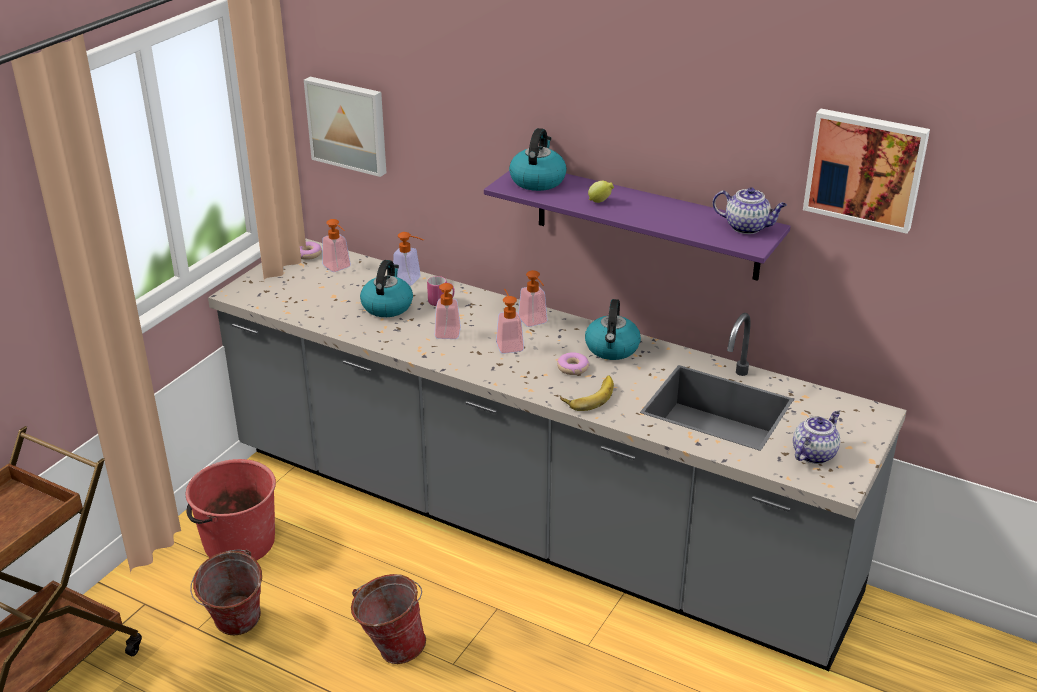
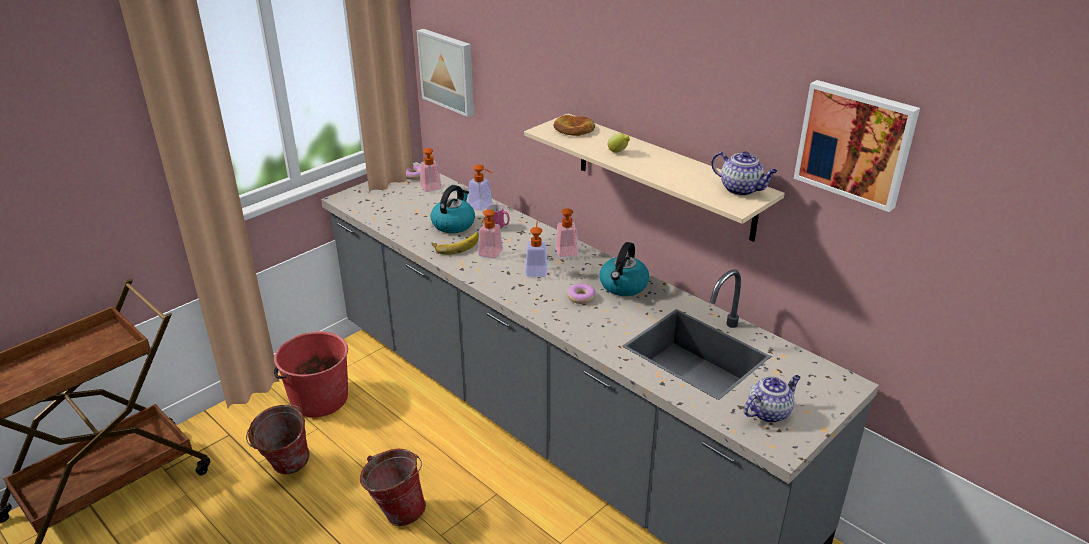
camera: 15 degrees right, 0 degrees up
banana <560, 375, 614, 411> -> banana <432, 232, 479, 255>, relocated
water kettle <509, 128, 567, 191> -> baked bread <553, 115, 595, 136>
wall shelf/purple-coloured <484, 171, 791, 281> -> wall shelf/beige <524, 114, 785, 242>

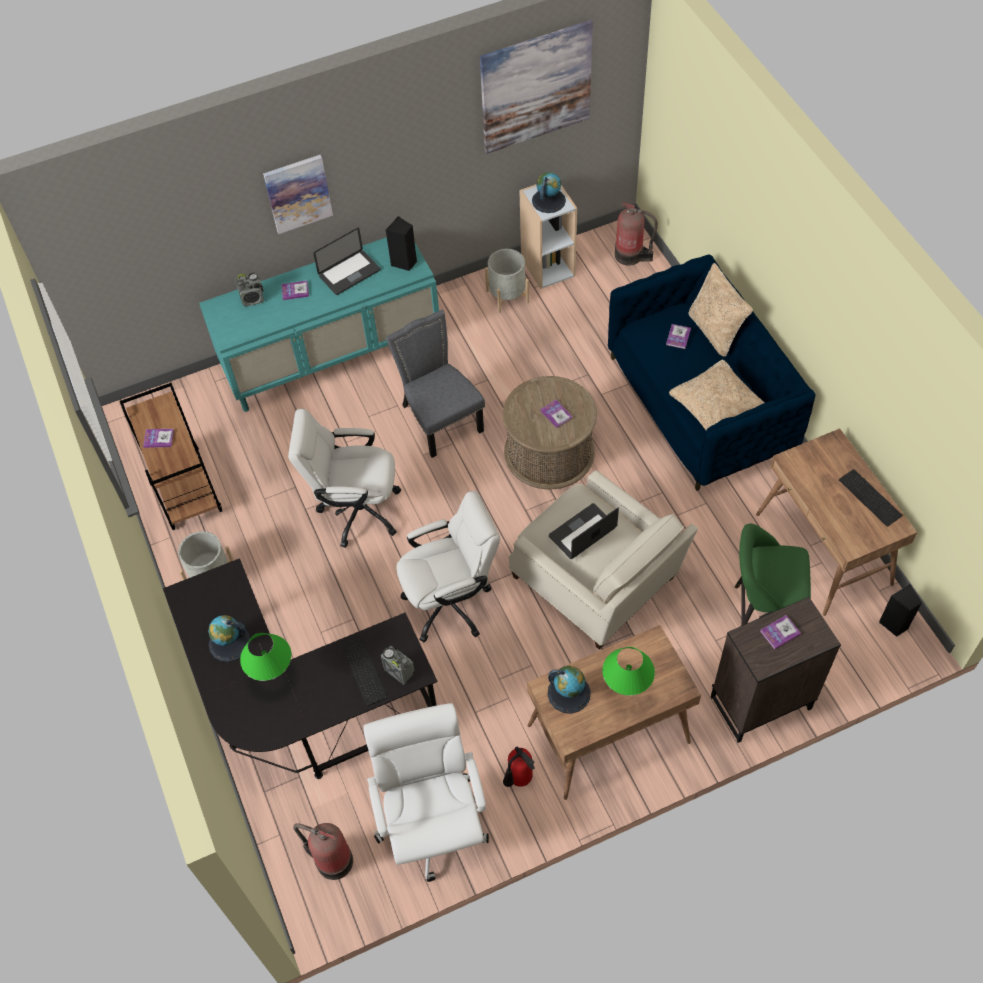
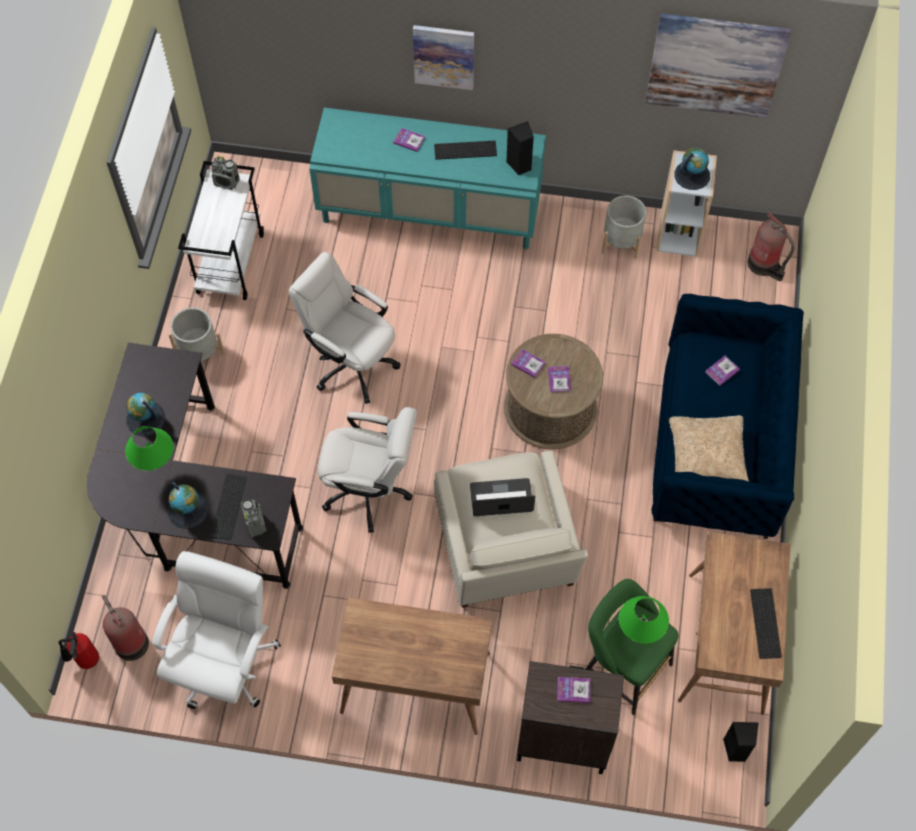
camera: 30 degrees right, 5 degrees up
chair/gray <386, 310, 485, 458> -> none
cushion/beige <688, 263, 753, 357> -> none
volume <143, 429, 174, 448> -> volume <511, 349, 546, 378>, relocated
radio <235, 272, 264, 307> -> radio <211, 156, 240, 190>, relocated
fire-fighting cylinder <503, 746, 535, 787> -> fire-fighting cylinder <59, 632, 99, 669>, relocated
desk globe <547, 666, 591, 714> -> desk globe <168, 482, 208, 529>, relocated
tabletop lamp/green <602, 647, 655, 695> -> tabletop lamp/green <619, 596, 669, 644>, relocated
notebook computer <313, 228, 380, 295> -> PC keyboard <434, 141, 497, 160>
cart/brown-coloured <120, 383, 222, 530> -> cart/whitish <178, 161, 264, 300>

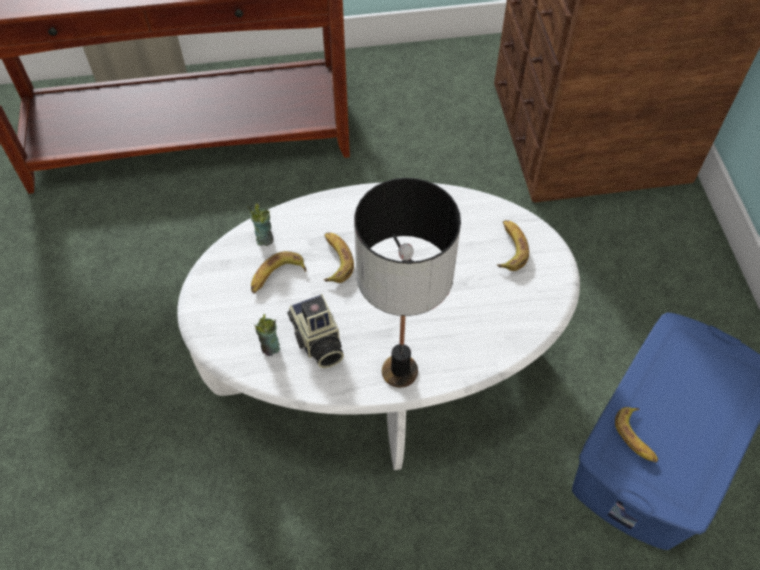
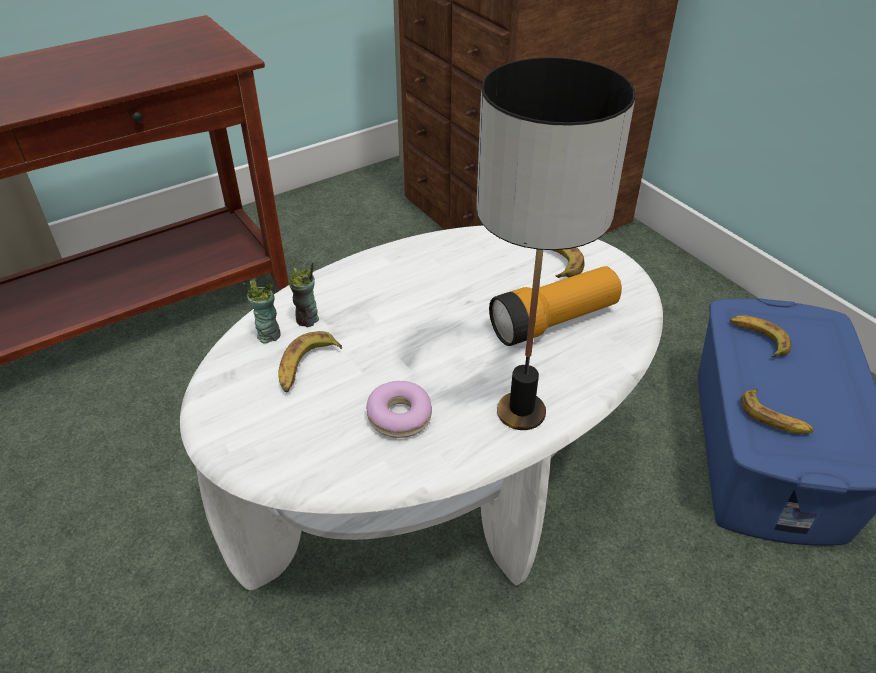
camera: 25 degrees left, 15 degrees down
none -> hand torch <489, 266, 622, 346>
small cup <255, 314, 280, 356> -> small cup <289, 262, 319, 327>, relocated
banana <323, 232, 354, 283> -> banana <730, 315, 791, 357>, relocated
photo camera <287, 294, 344, 368> -> donut <366, 381, 432, 438>

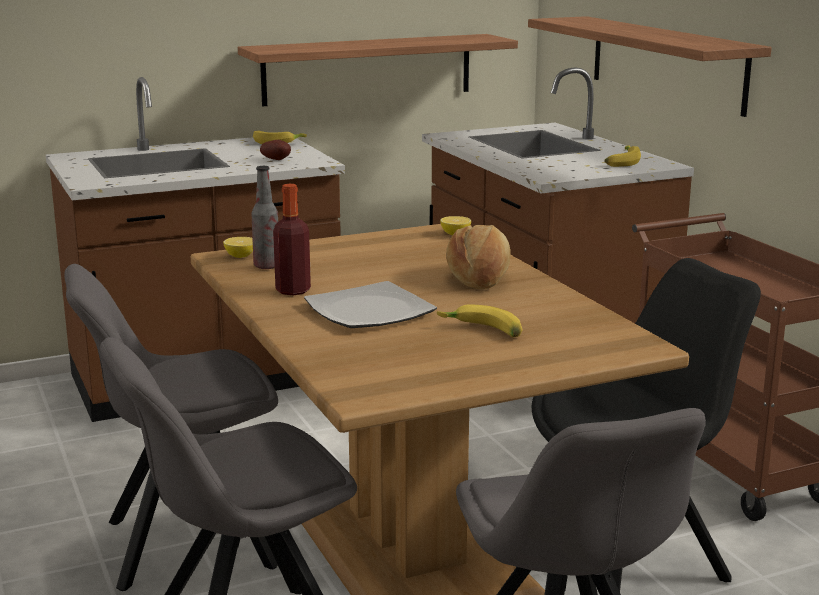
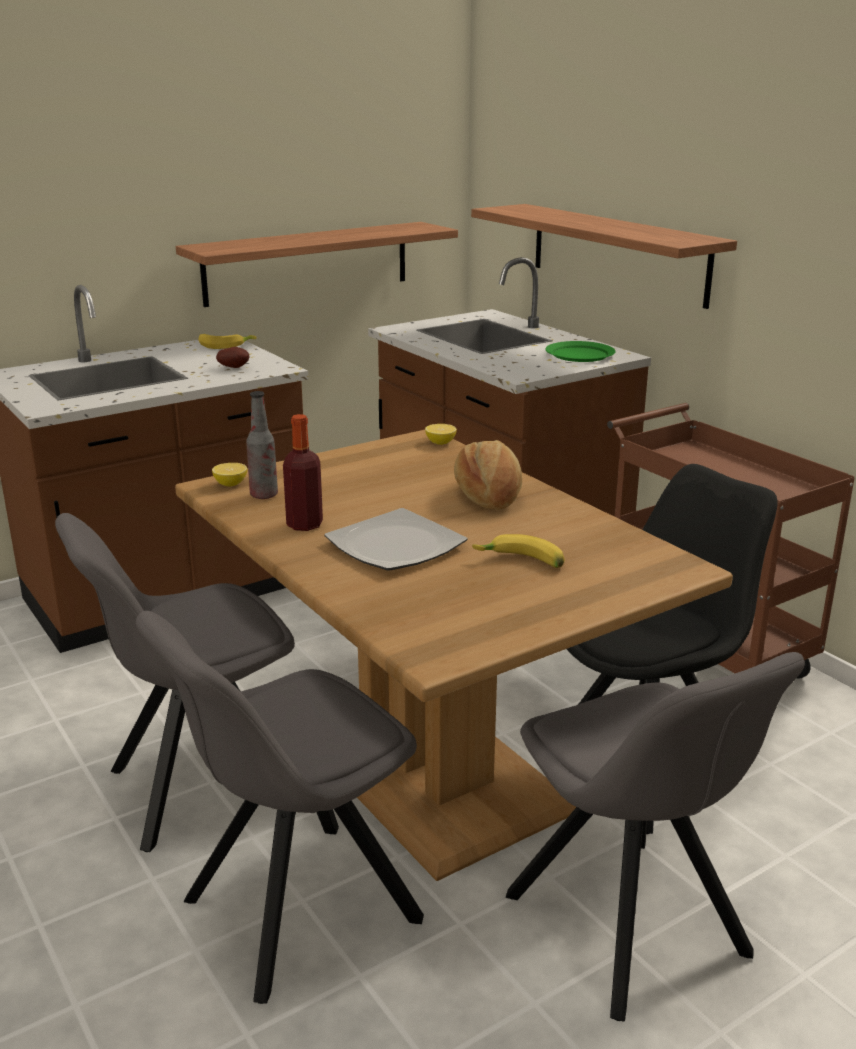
camera: 10 degrees left, 5 degrees up
banana <604, 145, 641, 167> -> dinner plate/green <545, 341, 616, 362>

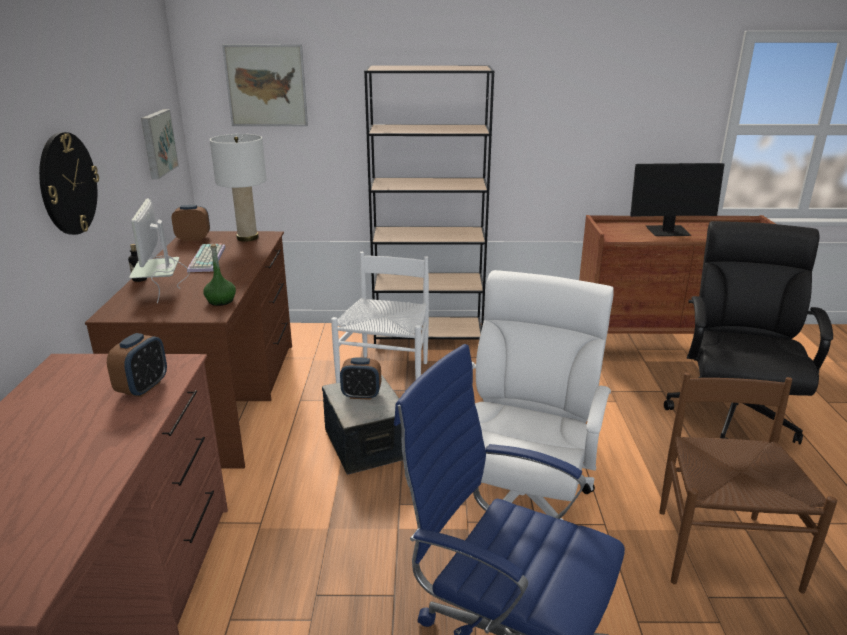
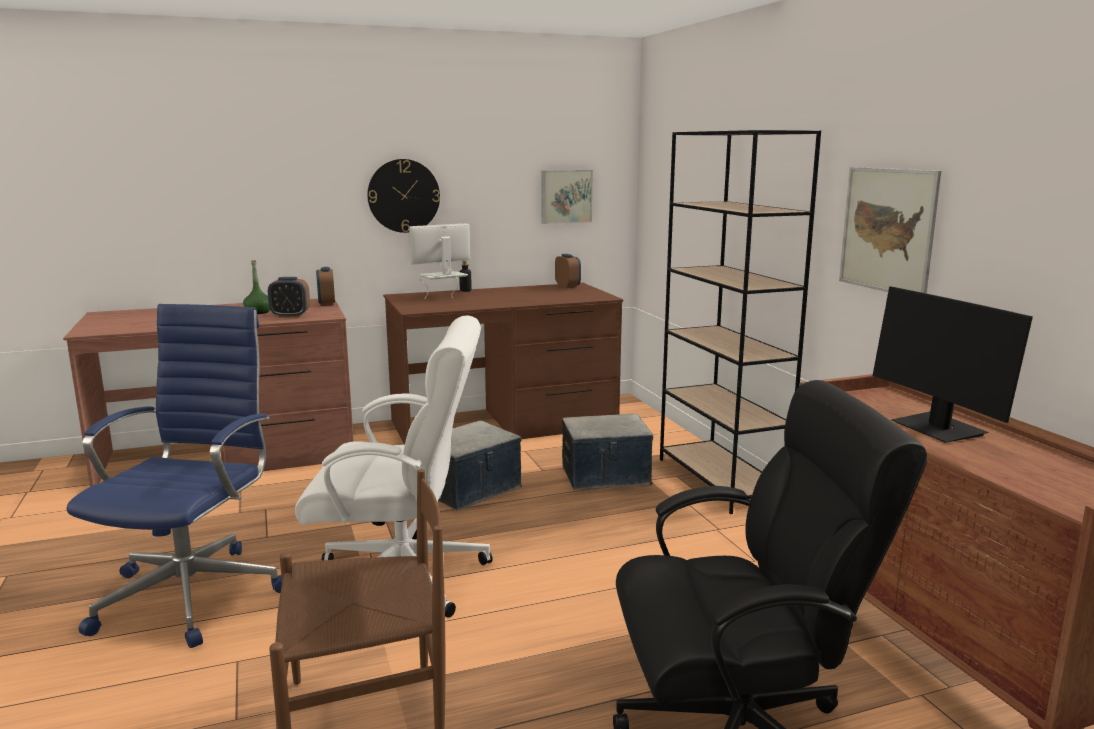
camera: 70 degrees right, 10 degrees down
PC keyboard <187, 244, 226, 272> -> none
tabletop lamp/whitish <210, 134, 267, 242> -> none
beverage bottle/green <203, 244, 236, 306> -> beverage bottle/green <243, 260, 270, 314>, relocated
wall picture <222, 44, 308, 126> -> wall picture <839, 167, 941, 293>, relocated
table clock <340, 357, 381, 400> -> table clock <316, 267, 335, 306>, relocated
chair/whitish <331, 252, 429, 383> -> storage box <562, 414, 653, 490>

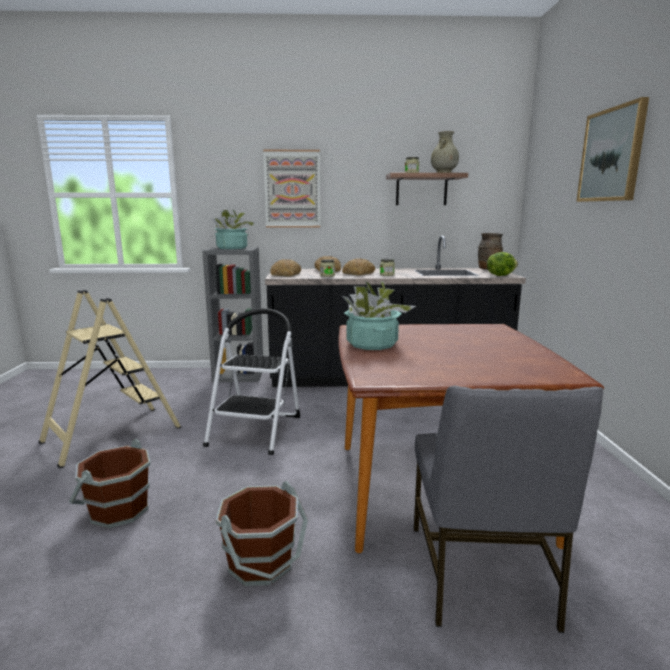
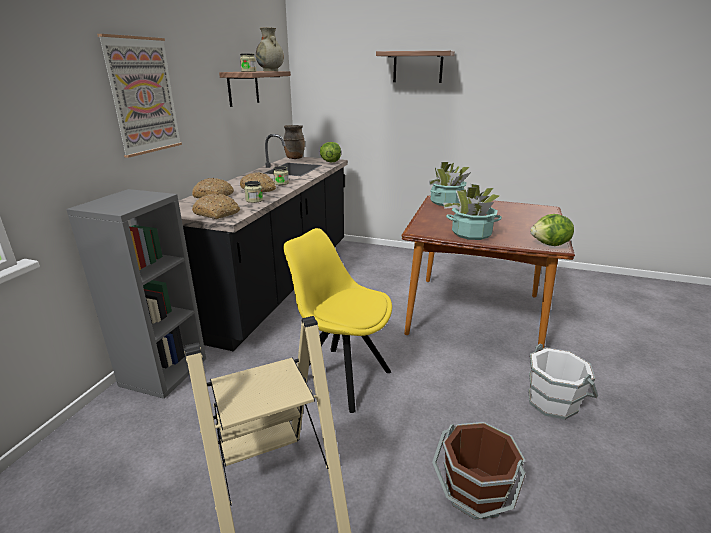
camera: 70 degrees left, 10 degrees up
chair/gray <414, 386, 603, 633> -> none
none -> lettuce <530, 214, 574, 246>
plant in a pot <212, 210, 256, 249> -> plant in a pot <429, 162, 471, 206>, relocated
stepladder <203, 308, 300, 455> -> chair/yellow-coloured <283, 228, 392, 413>
wall picture <576, 97, 649, 202> -> wall shelf <376, 51, 455, 83>
pail/brown-coloured <216, 481, 308, 586> -> pail/whitish <529, 343, 598, 420>

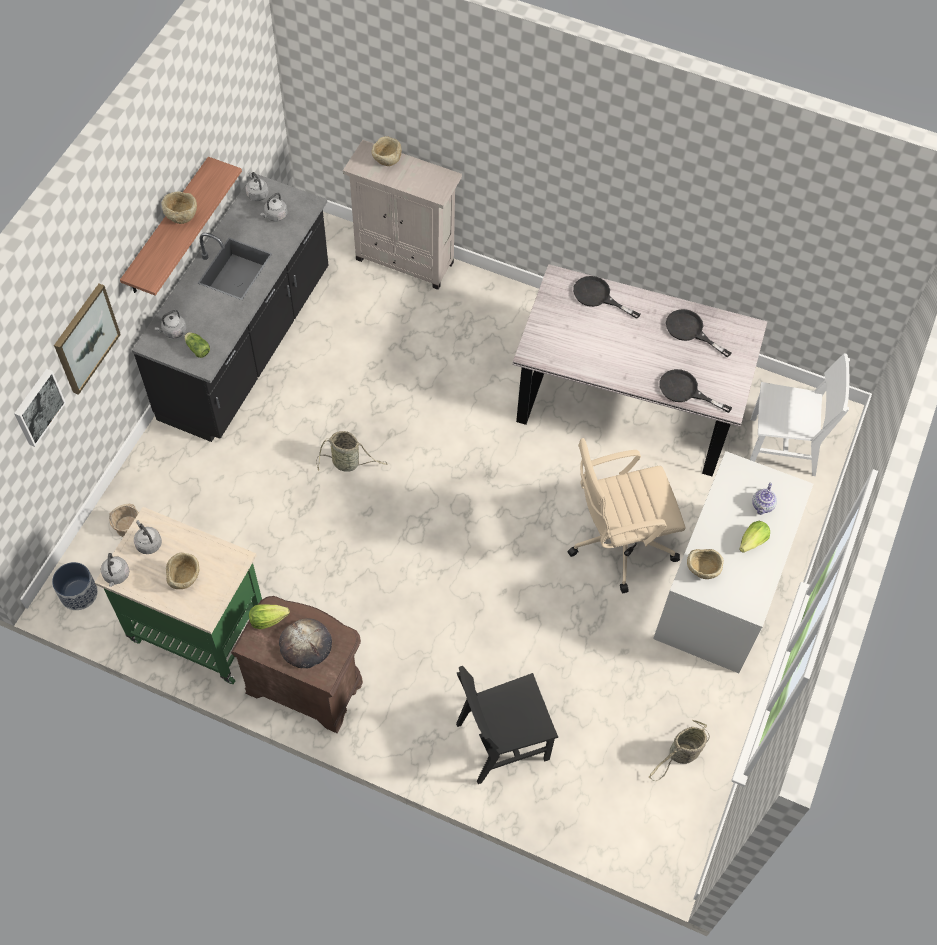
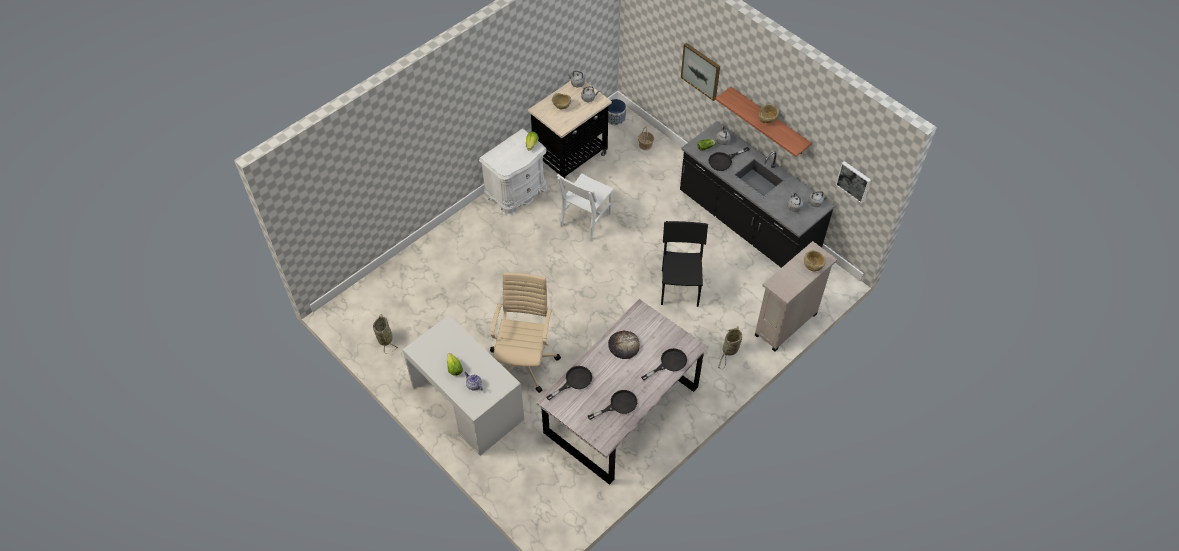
camera: 115 degrees right, 5 degrees down
deep dish/beige <687, 549, 724, 579> -> none
none -> frying pan/blackish <709, 147, 749, 171>
wall picture <14, 369, 66, 447> -> wall picture <835, 161, 871, 204>, relocated
baked bread <279, 618, 332, 669> -> baked bread <608, 331, 640, 359>, relocated
basket <316, 431, 388, 472> -> basket <718, 326, 742, 369>, relocated
chair/blackish <456, 666, 558, 784> -> chair/blackish <661, 221, 708, 307>, relocated
chair/whitish <750, 353, 850, 476> -> chair/whitish <557, 173, 614, 242>, relocated
cart/green <94, 507, 262, 684> -> cart/blackish <528, 81, 612, 179>
night table/brown-coloured <231, 596, 363, 733> -> night table/whitish <479, 128, 547, 215>

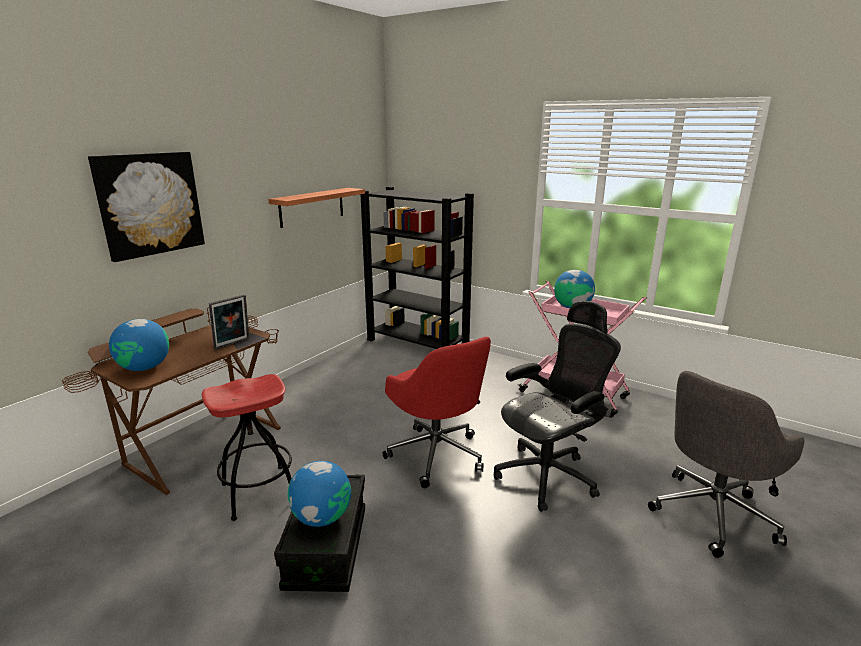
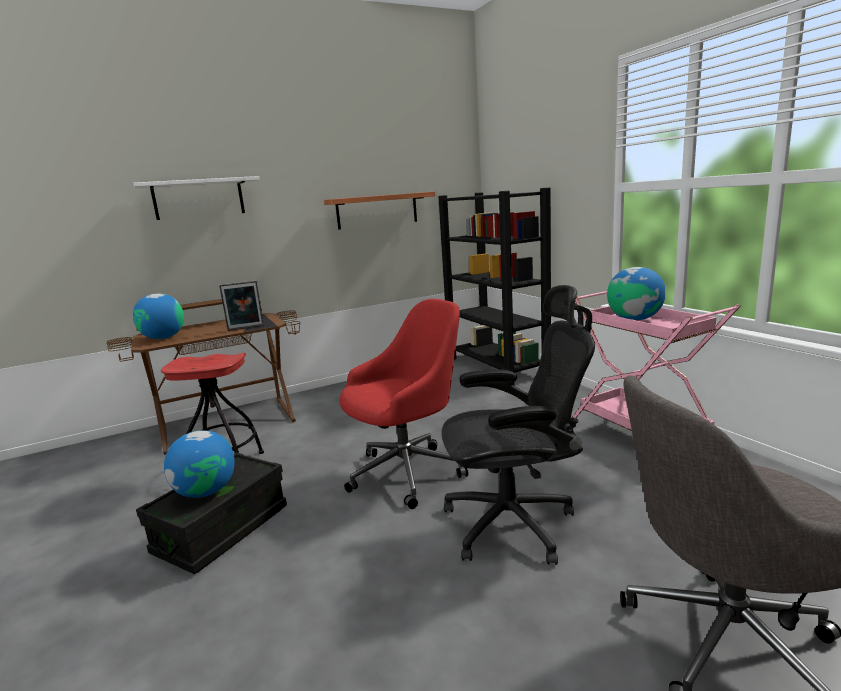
camera: 30 degrees right, 5 degrees down
wall picture <88, 152, 205, 262> -> wall shelf/whitish <134, 176, 260, 220>
desk chair/reddish <383, 337, 491, 488> -> desk chair/reddish <340, 299, 468, 509>, 120 degrees counterclockwise

